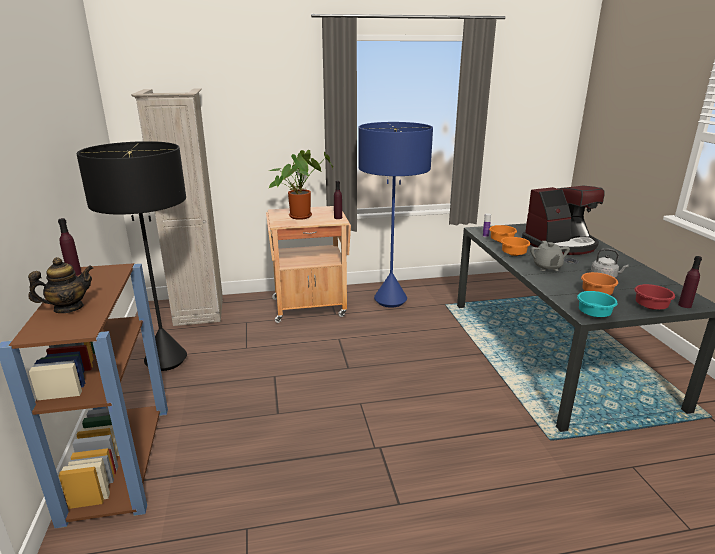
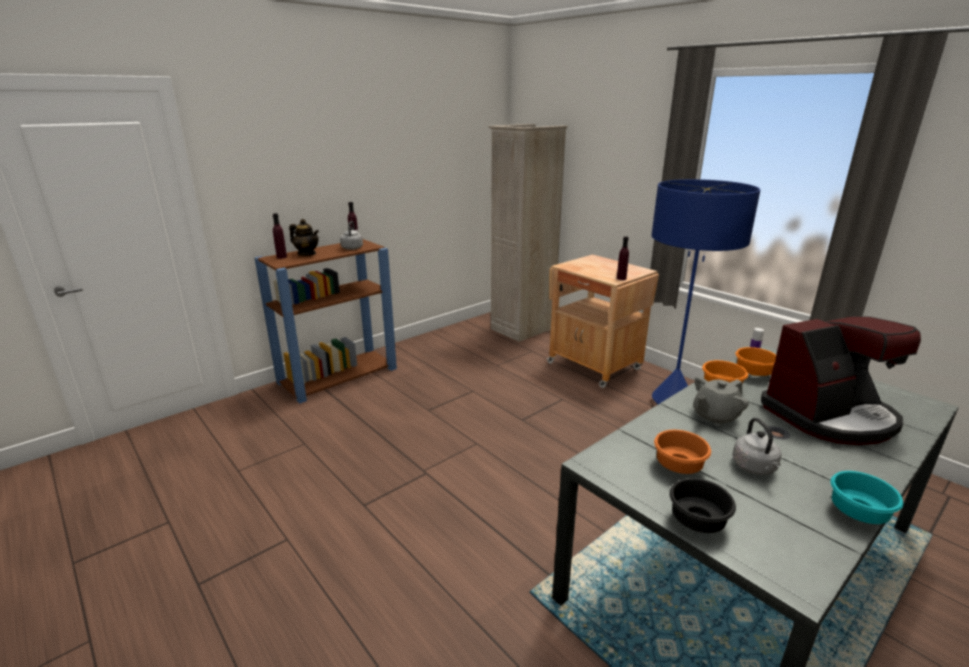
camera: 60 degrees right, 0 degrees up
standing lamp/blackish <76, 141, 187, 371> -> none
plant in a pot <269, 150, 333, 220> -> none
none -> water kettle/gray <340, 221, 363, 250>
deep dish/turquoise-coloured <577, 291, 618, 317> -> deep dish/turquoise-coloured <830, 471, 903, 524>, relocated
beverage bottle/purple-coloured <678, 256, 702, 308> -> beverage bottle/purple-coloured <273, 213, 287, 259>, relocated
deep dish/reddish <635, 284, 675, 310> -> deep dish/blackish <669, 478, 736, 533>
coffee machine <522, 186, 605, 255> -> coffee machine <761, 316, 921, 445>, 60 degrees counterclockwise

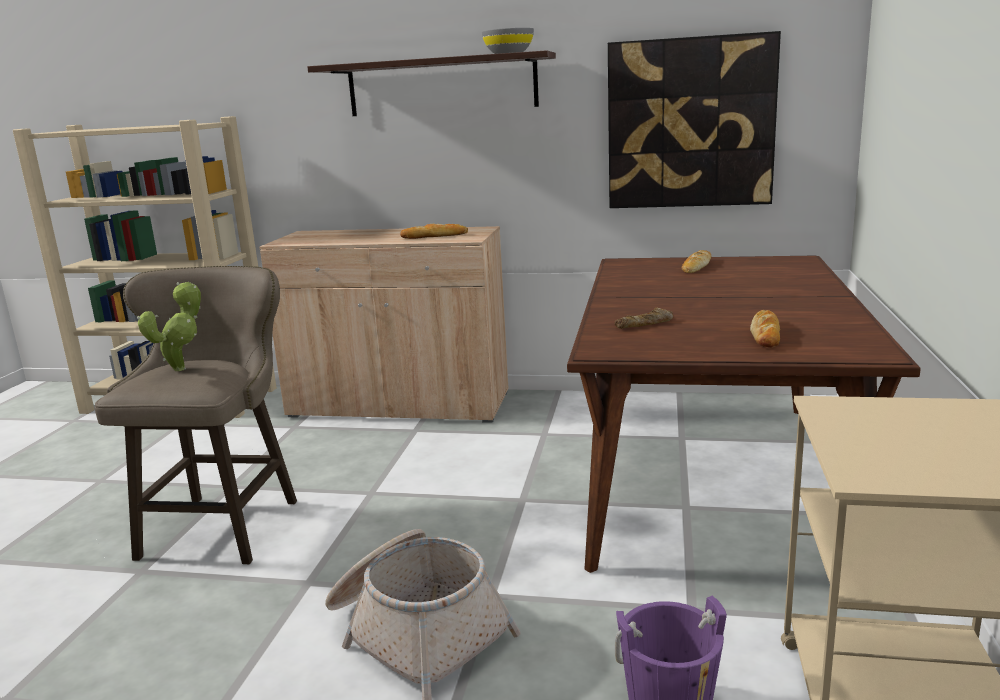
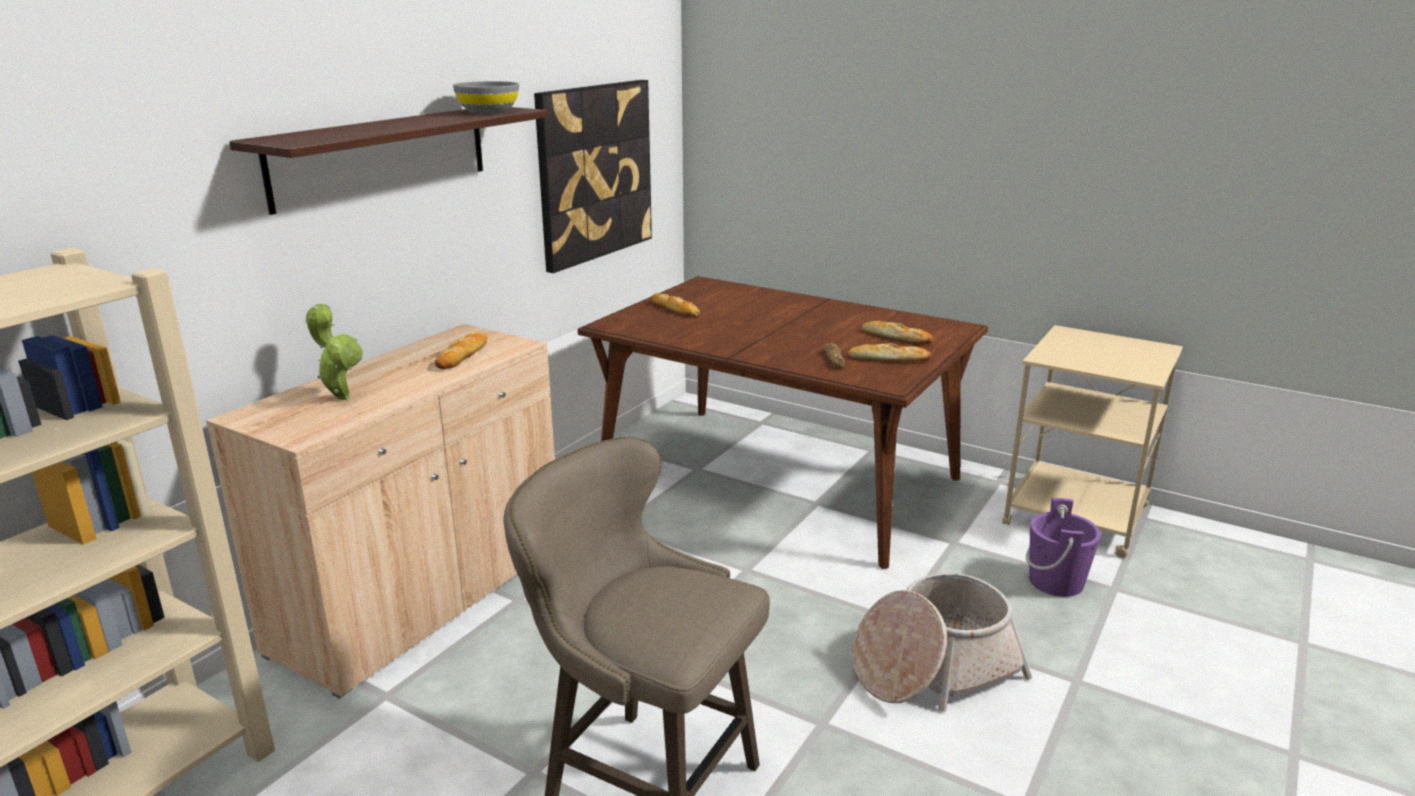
camera: 70 degrees left, 5 degrees up
none -> baked bread <848, 343, 931, 362>
plant in a pot <137, 282, 201, 371> -> plant in a pot <306, 304, 363, 400>, relocated

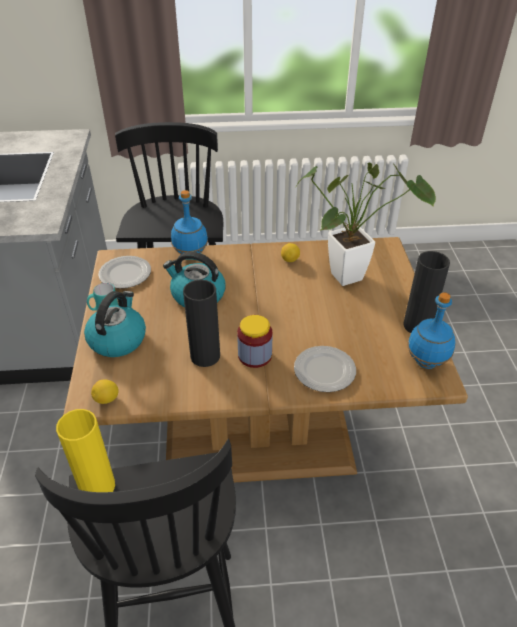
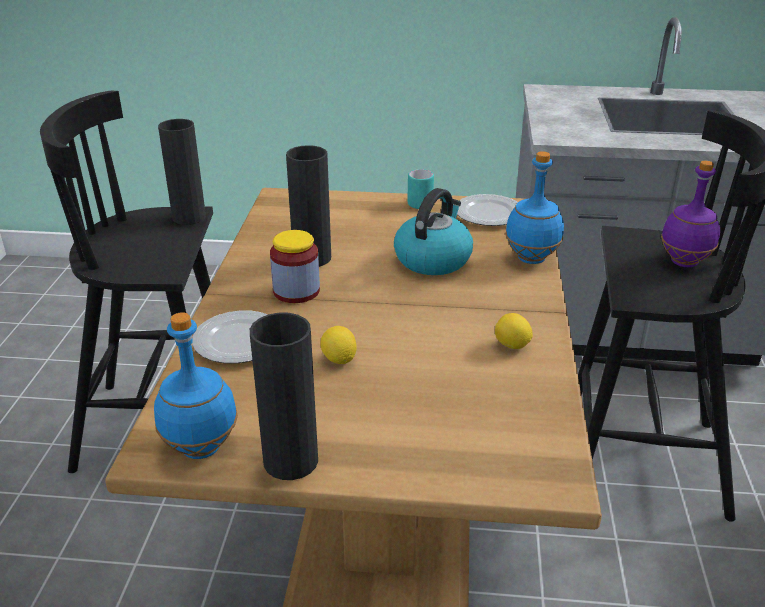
camera: 100 degrees right, 10 degrees down
water kettle <84, 291, 146, 357> -> none
plant in a pot <296, 163, 436, 286> -> none
none -> beverage bottle/purple-coloured <661, 160, 720, 267>
lemon <91, 379, 119, 404> -> lemon <320, 326, 357, 364>, relocated
flower vase/yellow-coloured <56, 409, 115, 492> -> flower vase/blackish <158, 119, 206, 225>

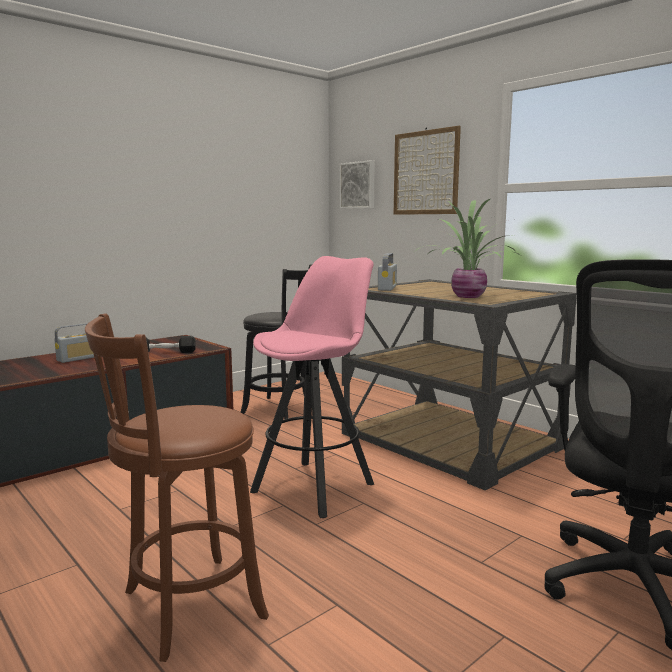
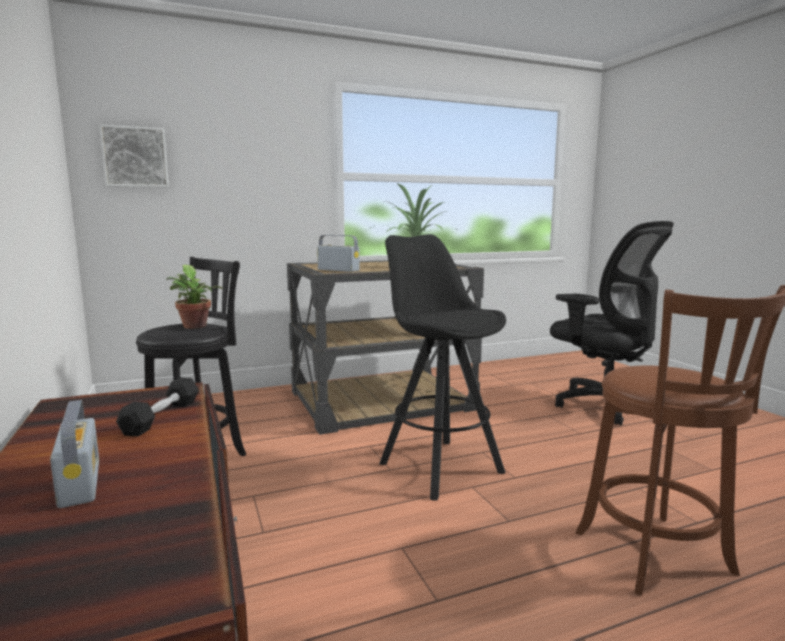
camera: 70 degrees left, 0 degrees up
wall picture <394, 126, 461, 215> -> none
none -> plant in a pot <166, 265, 223, 329>
sitting stool/pinkish <250, 256, 374, 518> -> sitting stool/blackish <379, 234, 506, 501>

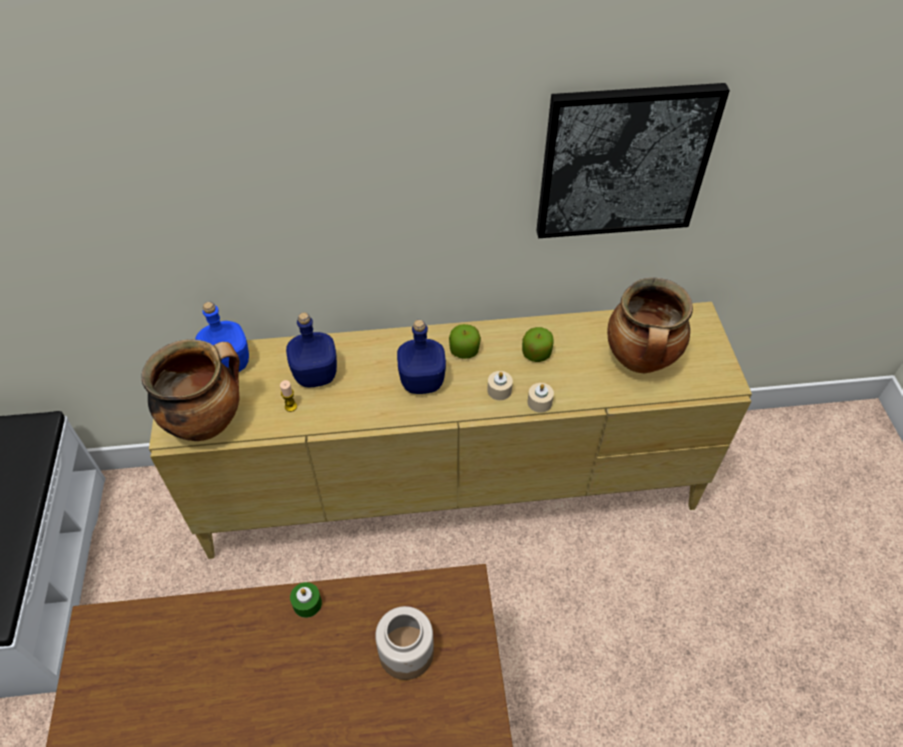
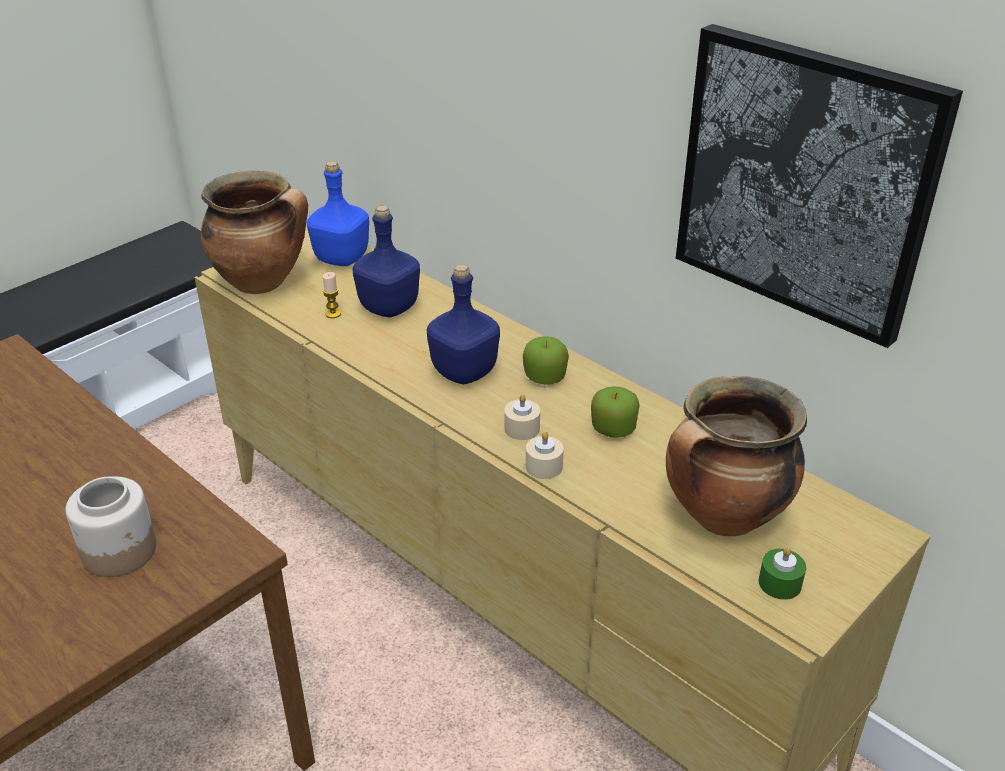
camera: 50 degrees right, 15 degrees down
candle/green <290, 582, 322, 618> -> candle/green <759, 547, 806, 600>, relocated

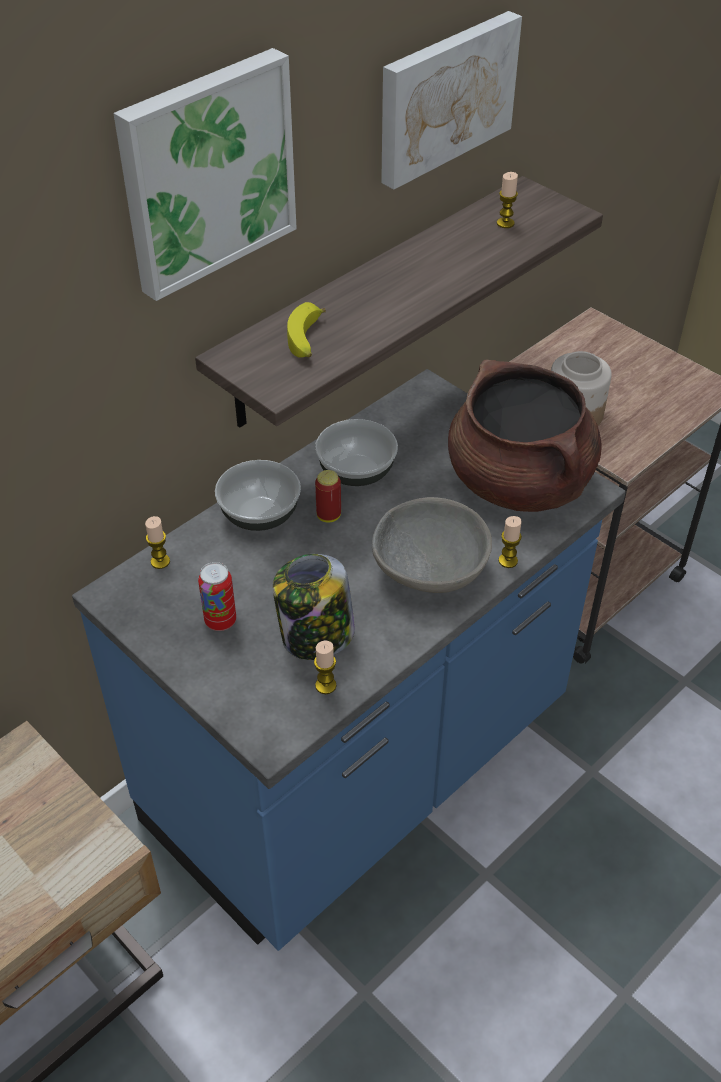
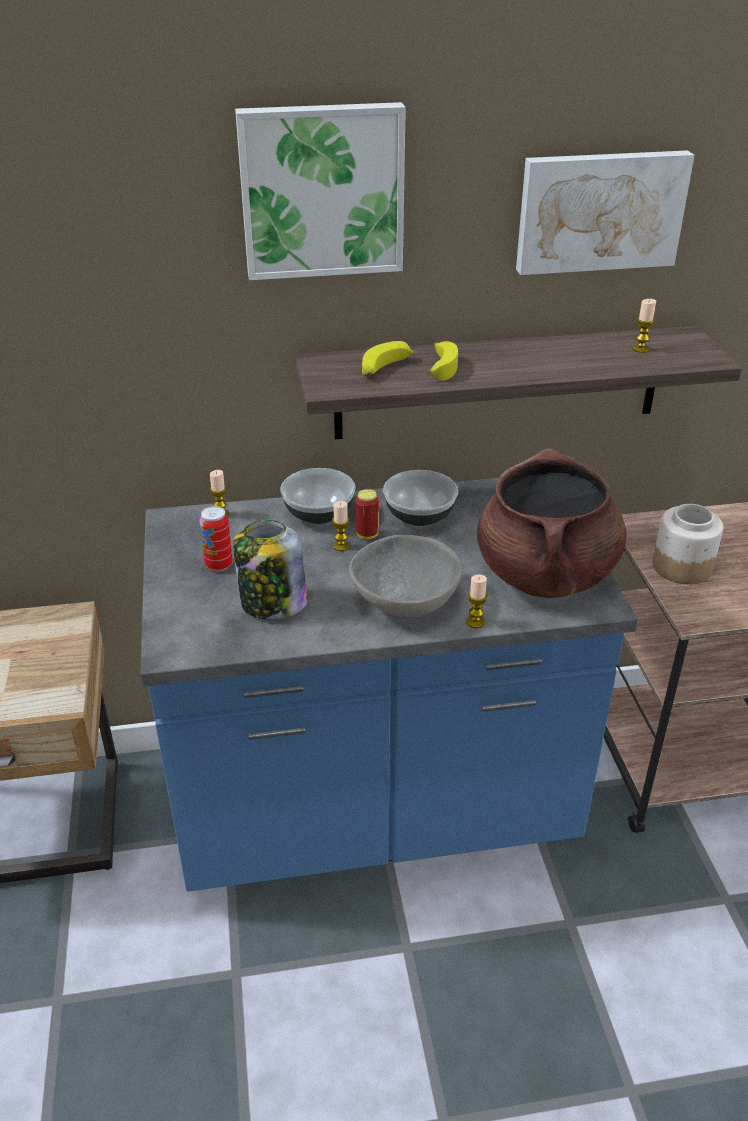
camera: 35 degrees right, 10 degrees down
none -> banana <426, 341, 458, 381>
candle <314, 641, 337, 694> -> candle <332, 501, 350, 551>, relocated

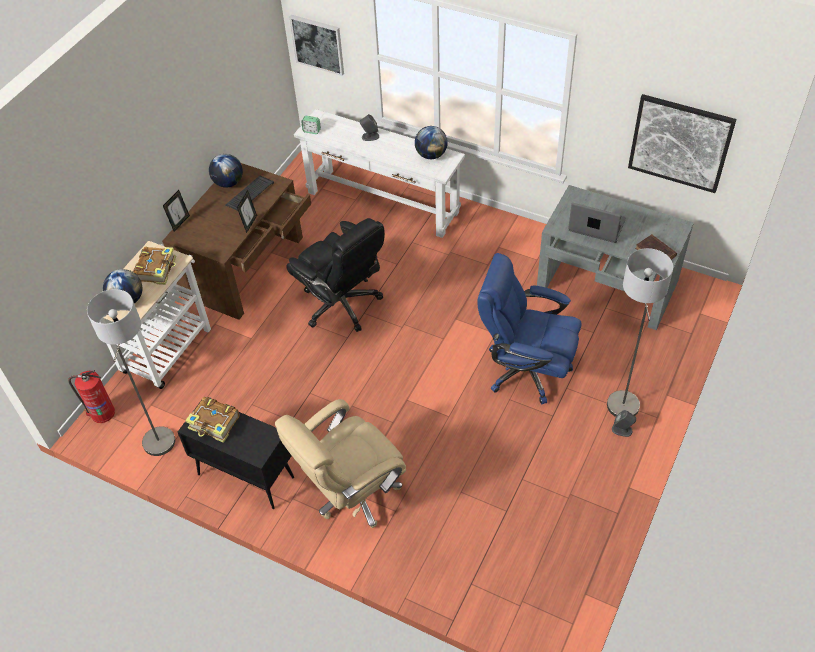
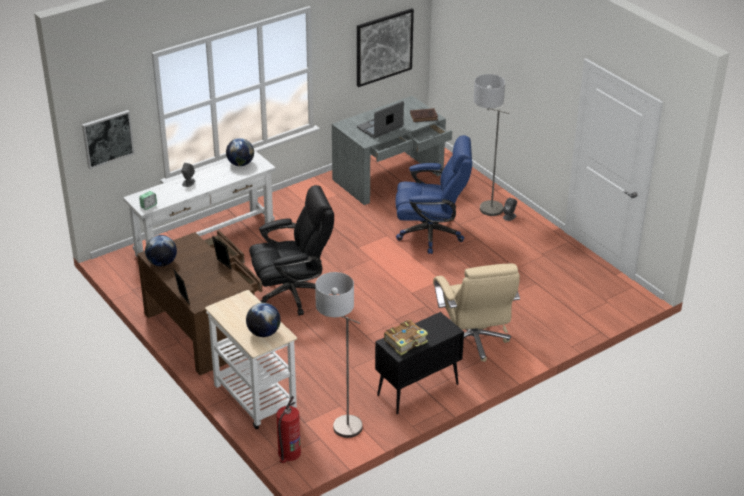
camera: 65 degrees left, 15 degrees down
volume <133, 247, 176, 285> -> none
PC keyboard <226, 175, 274, 211> -> none
desk chair/bluish <477, 253, 581, 404> -> desk chair/bluish <396, 135, 472, 254>, 135 degrees counterclockwise

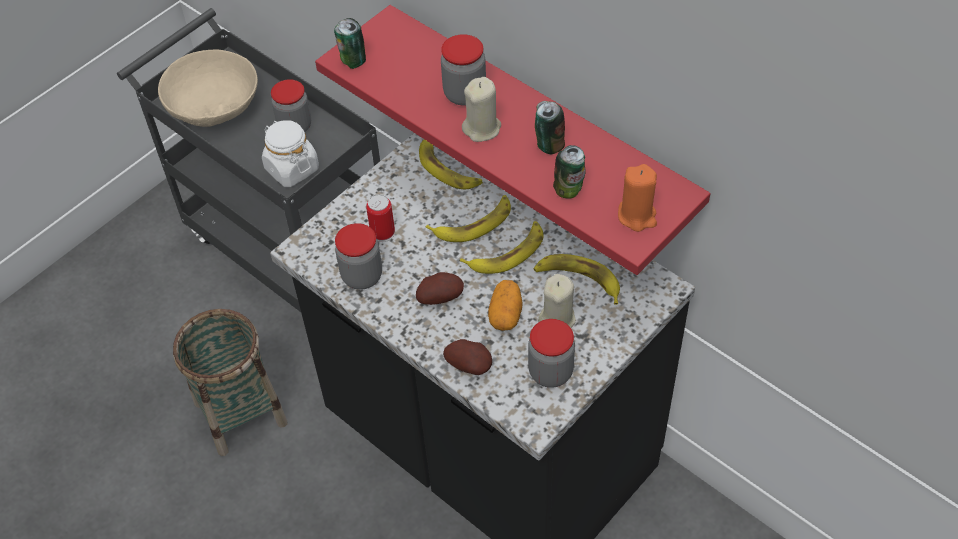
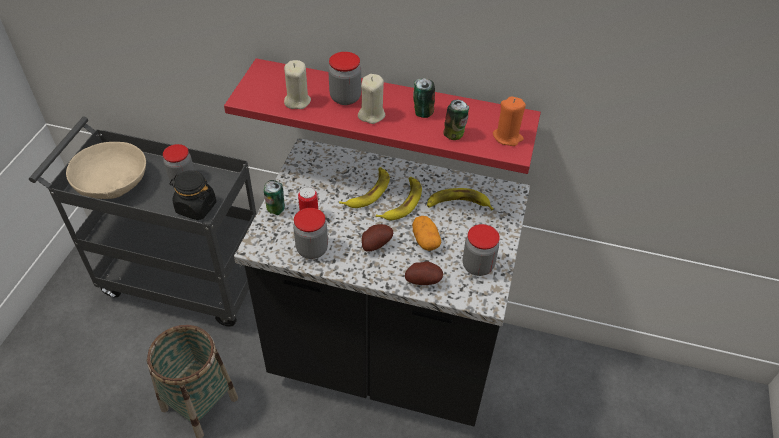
camera: 30 degrees left, 5 degrees down
banana <419, 139, 483, 189> -> none
can <334, 18, 366, 69> -> can <264, 180, 285, 215>, relocated
candle/beige <538, 274, 576, 328> -> candle/beige <284, 60, 311, 109>, relocated
jar/whitish <262, 120, 319, 187> -> jar/blackish <170, 170, 217, 220>

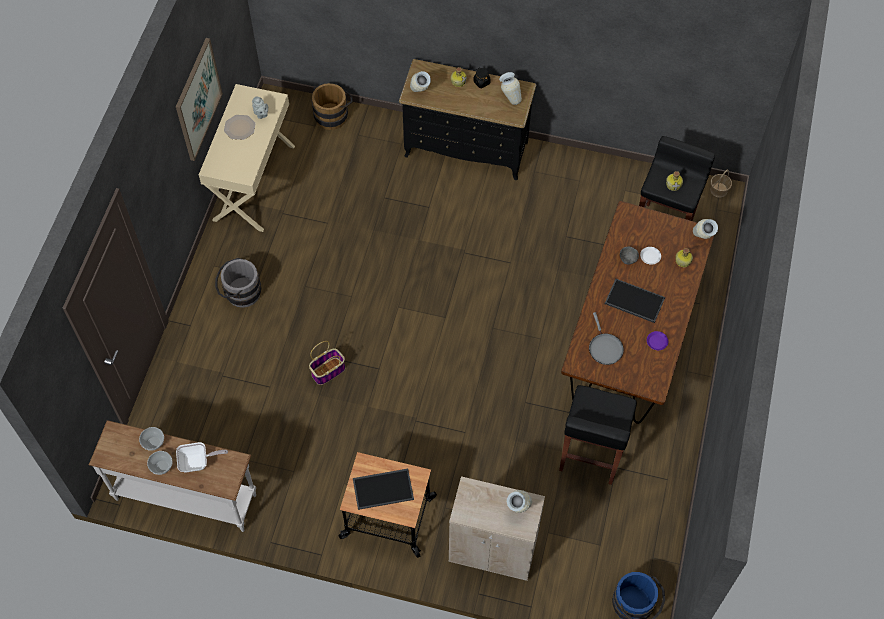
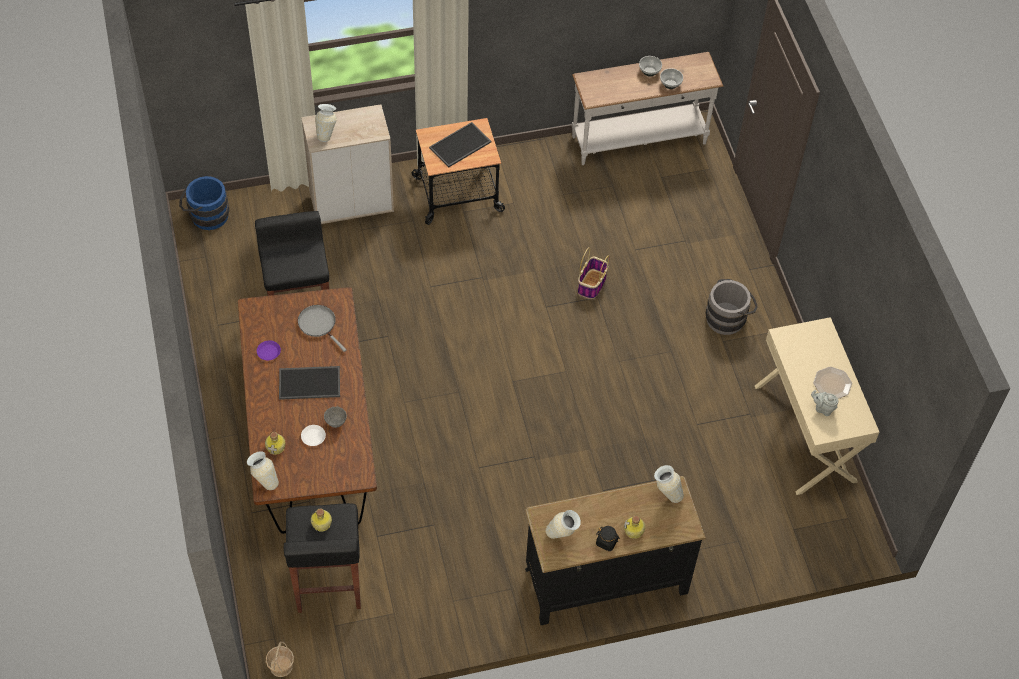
camera: 150 degrees right, 5 degrees down
wall picture <176, 38, 223, 161> -> none
frying pan <176, 442, 228, 472> -> none
pail/brown-coloured <312, 83, 353, 130> -> none

